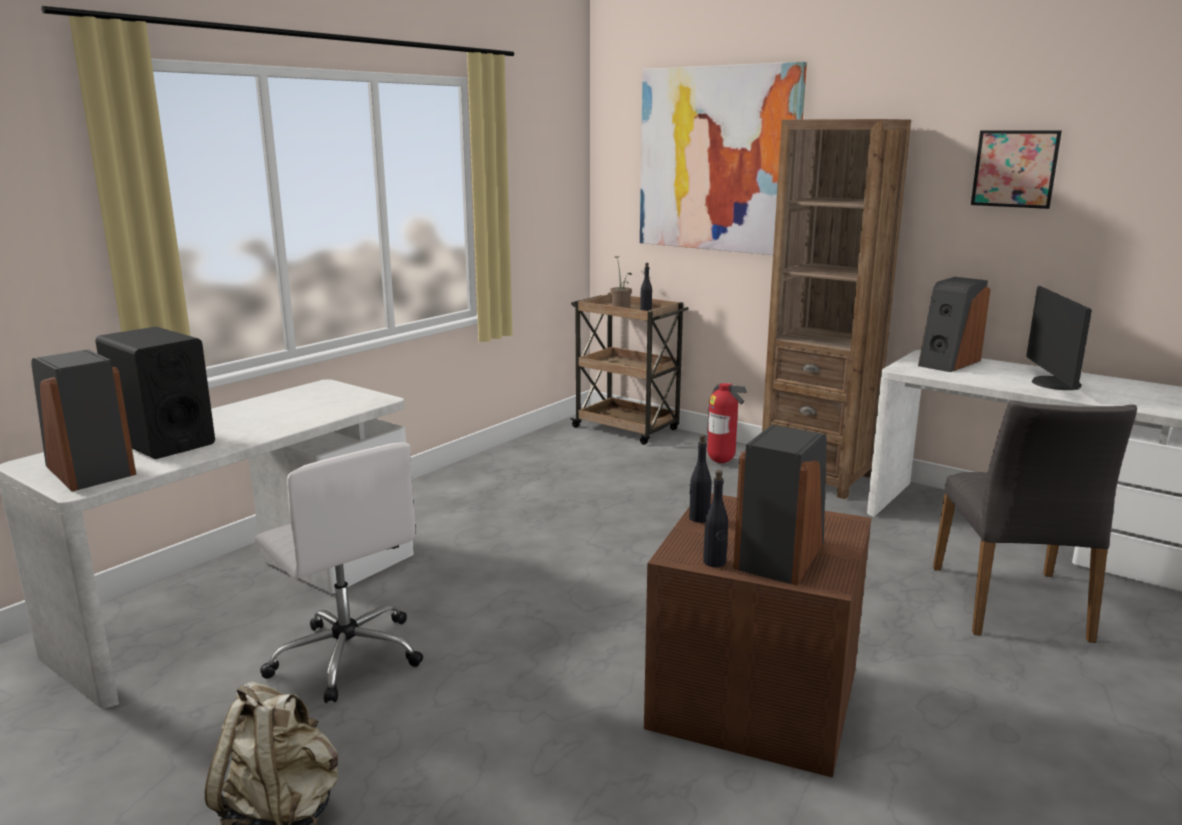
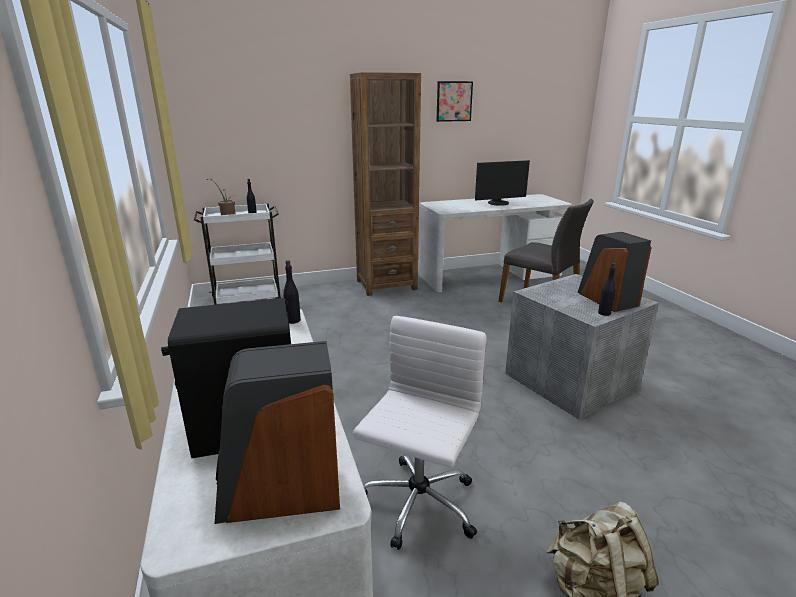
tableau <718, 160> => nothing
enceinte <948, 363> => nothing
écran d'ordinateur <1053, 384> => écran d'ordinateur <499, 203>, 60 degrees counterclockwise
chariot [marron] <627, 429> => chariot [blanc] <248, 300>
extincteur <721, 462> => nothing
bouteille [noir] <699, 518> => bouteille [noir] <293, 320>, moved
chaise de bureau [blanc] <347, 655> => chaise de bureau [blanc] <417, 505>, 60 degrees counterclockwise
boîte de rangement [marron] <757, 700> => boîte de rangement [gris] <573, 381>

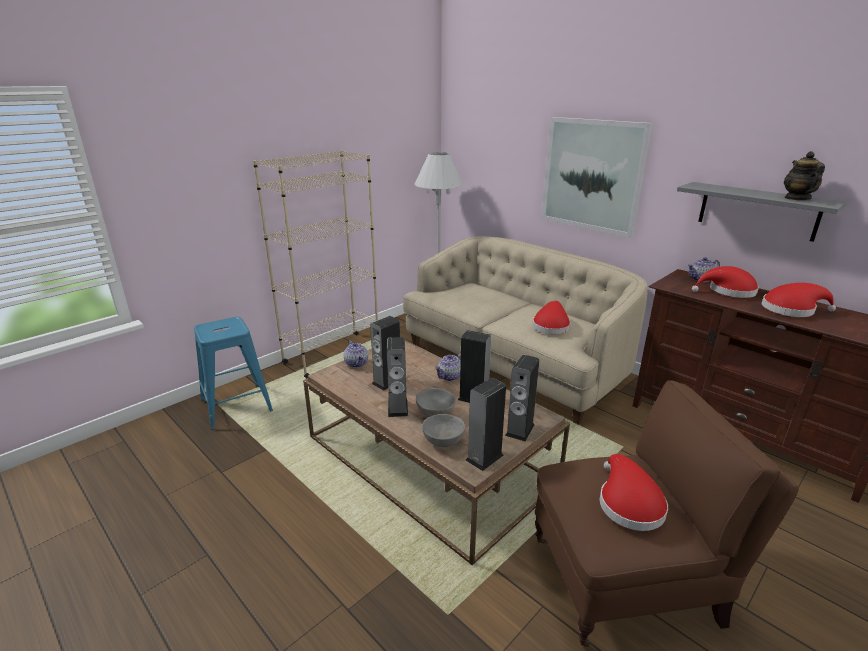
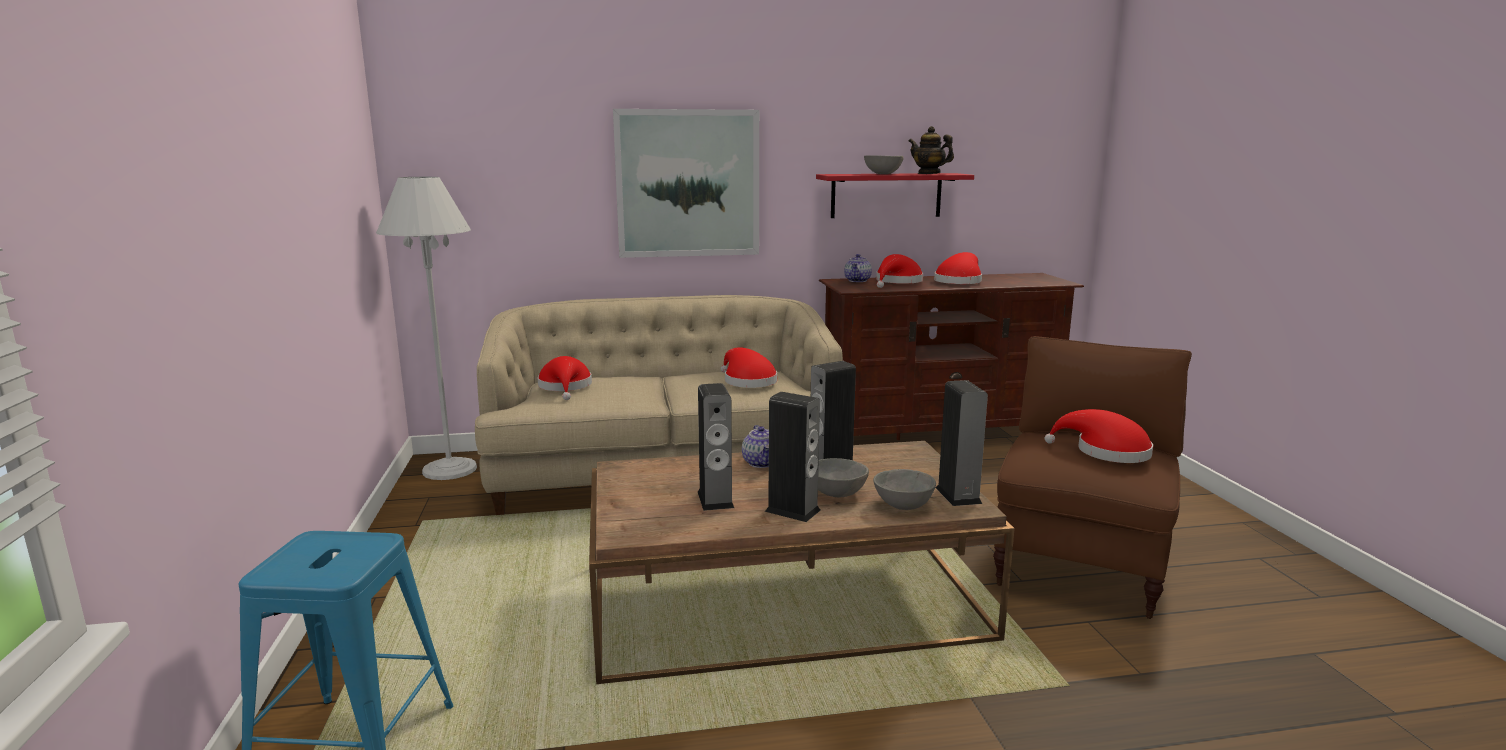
bibliothèque [beige] <332, 355> => nothing
étagère [gris] <757, 211> => étagère [rouge] <886, 195>
théière <357, 363> => nothing
enceinte <520, 430> => nothing
nothing => bol [gris] <882, 174>
nothing => chapeau [rouge] <565, 387>

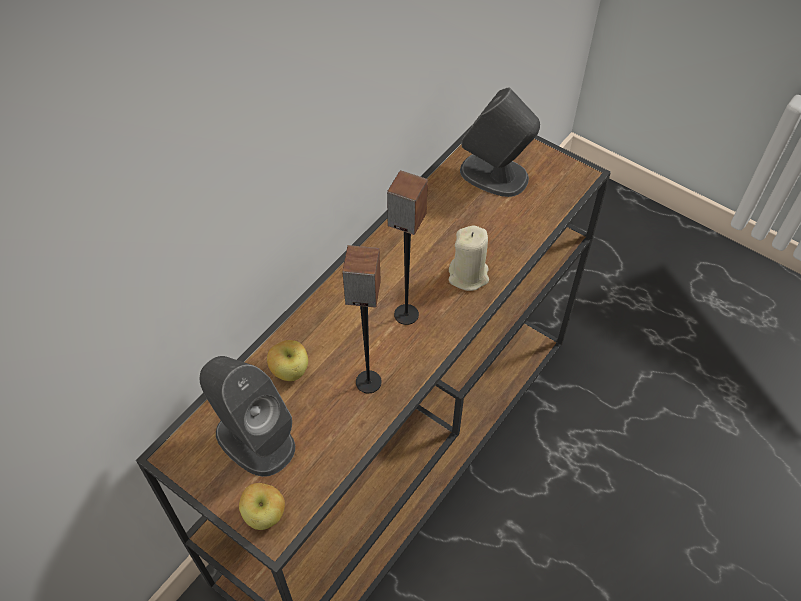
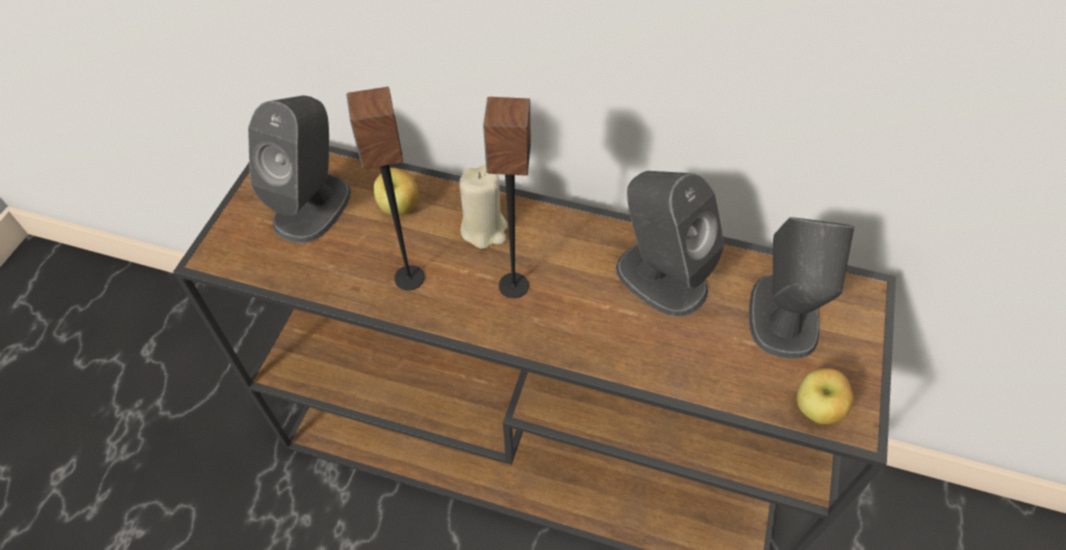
bougie [beige] <468, 275> => bougie [beige] <484, 229>, moved
pomme <265, 515> => pomme <816, 409>, moved
nothing => enceinte [gris] <660, 278>

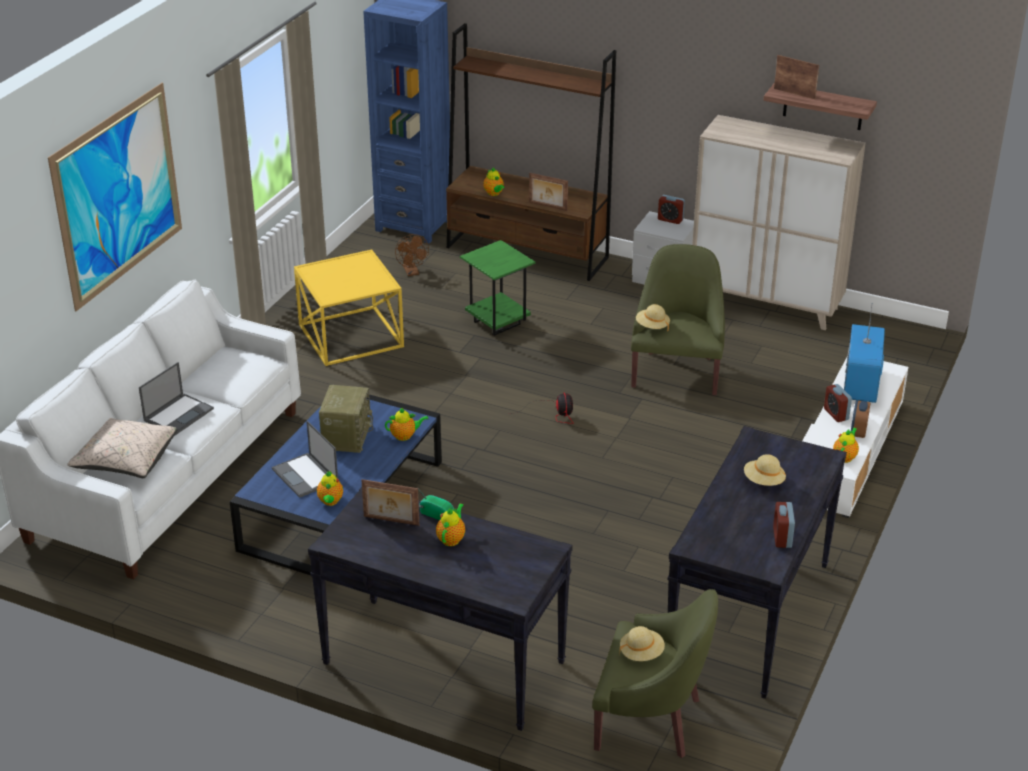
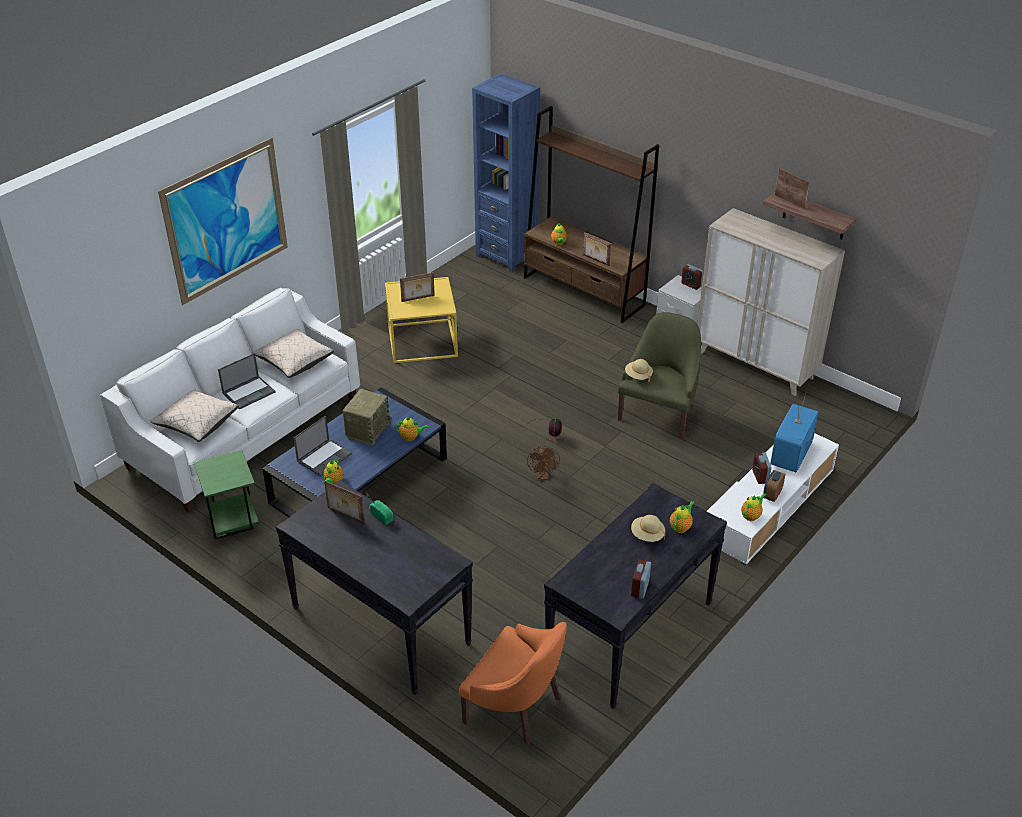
ventilateur [marron] <412, 272> => ventilateur [marron] <543, 476>, moved
table d'appoint [vert] <496, 324> => table d'appoint [vert] <233, 524>, moved
ordinateur portable <305, 475> => ordinateur portable <324, 457>, 120 degrees counterclockwise
théière <451, 539> => théière <681, 527>, moved
fauteuil [vert] <650, 719> => fauteuil [orange] <516, 707>
chapeau [beige] <641, 653> => nothing
nothing => cadre photo <418, 299>
nothing => coussin [beige] <294, 361>

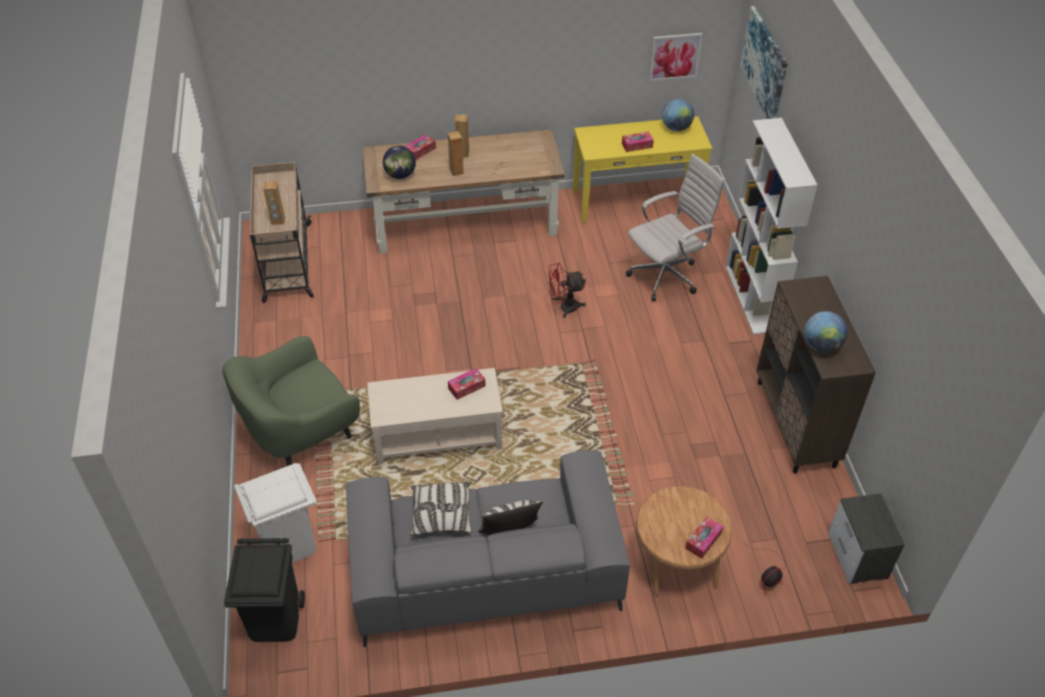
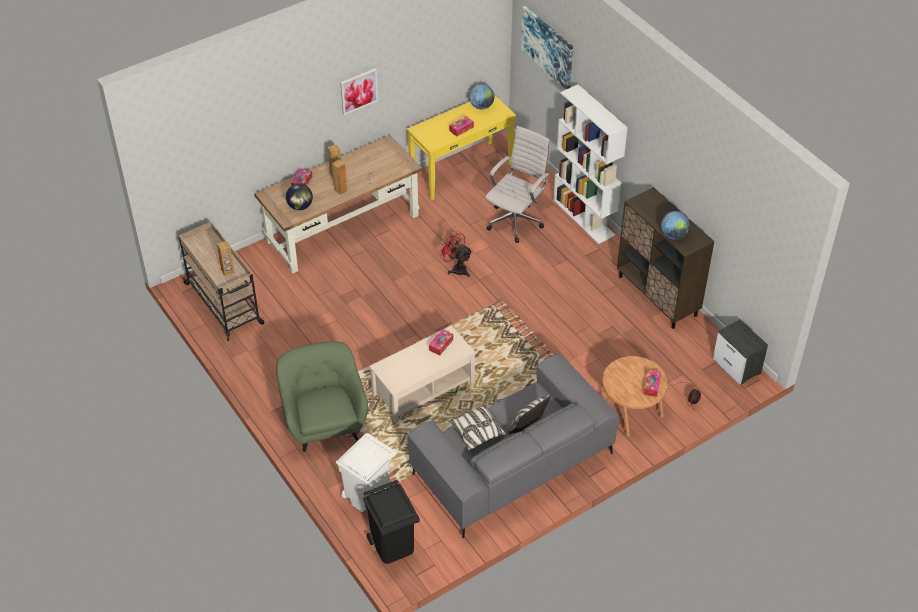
tableau <675, 56> => tableau <359, 91>, moved
ventilateur [rouge] <564, 307> => ventilateur [rouge] <456, 268>, 75 degrees clockwise
fauteuil [vert] <300, 432> => fauteuil [vert] <324, 422>, 135 degrees clockwise

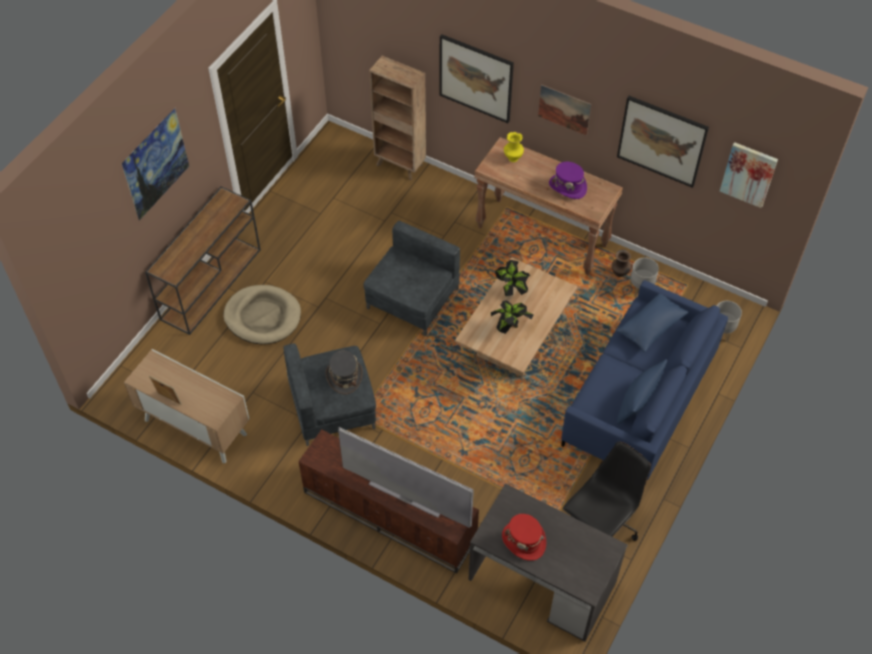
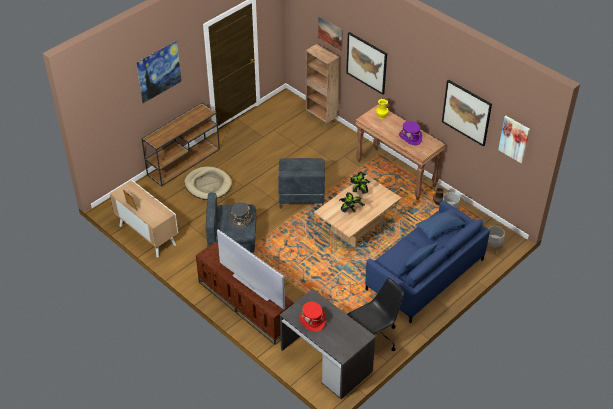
tableau <564, 109> => tableau <330, 33>, moved
fauteuil [gris] <411, 299> => fauteuil [gris] <301, 193>, 135 degrees clockwise

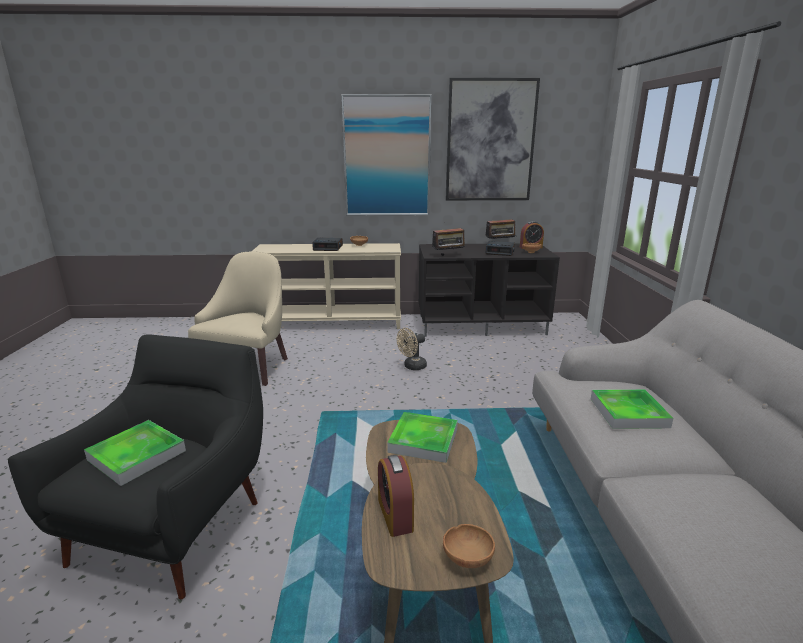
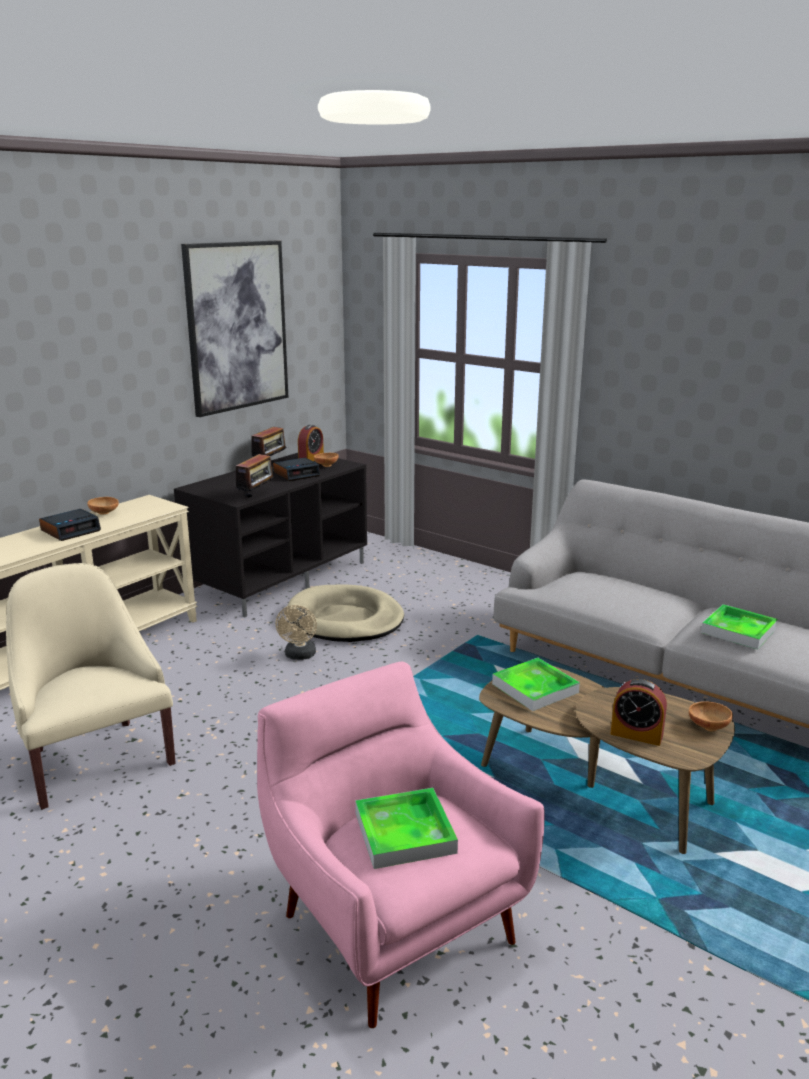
tableau <387, 157> => nothing
fauteuil [noir] <175, 526> => fauteuil [rose] <392, 921>
plateau <628, 412> => plateau <738, 630>, moved
nothing => panier pour chien [beige] <345, 619>

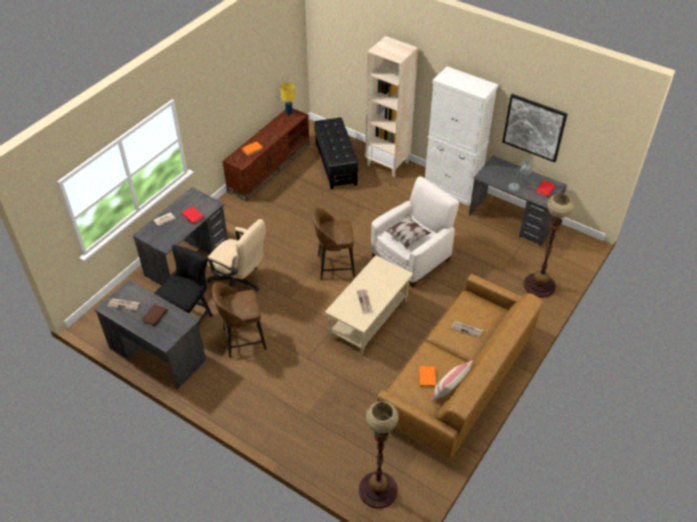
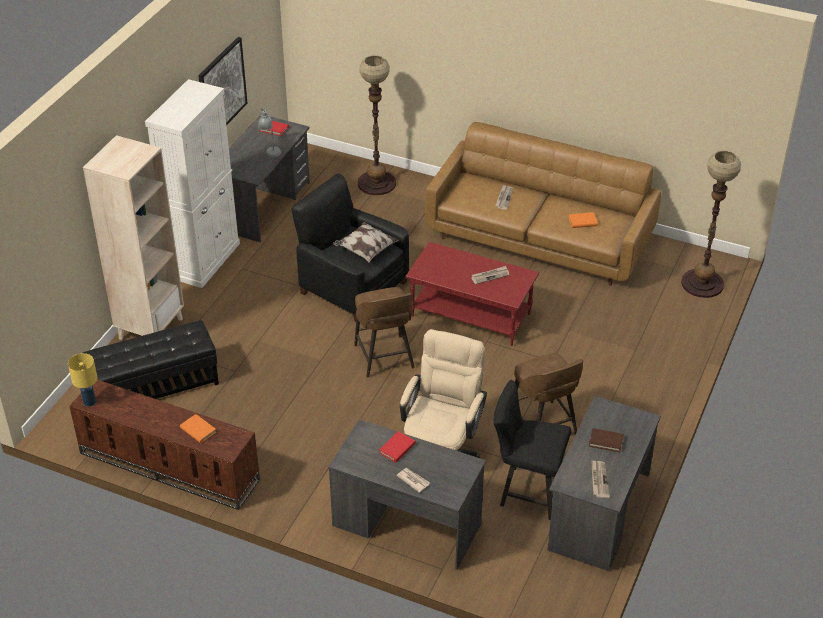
fauteuil [blanc] <412, 258> => fauteuil [noir] <352, 287>
table basse [beige] <369, 319> => table basse [rouge] <471, 314>
coussin [beige] <449, 392> => nothing

